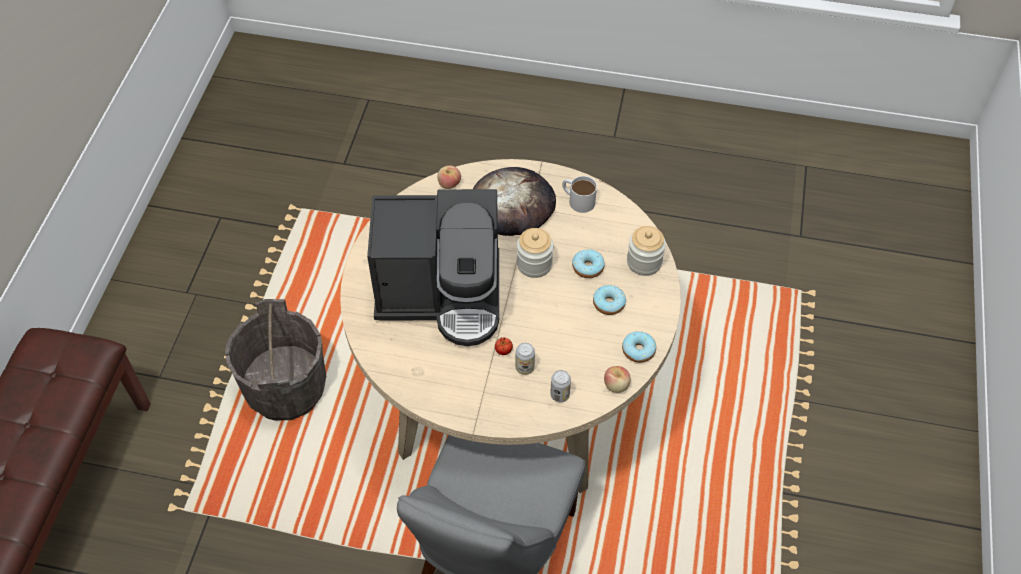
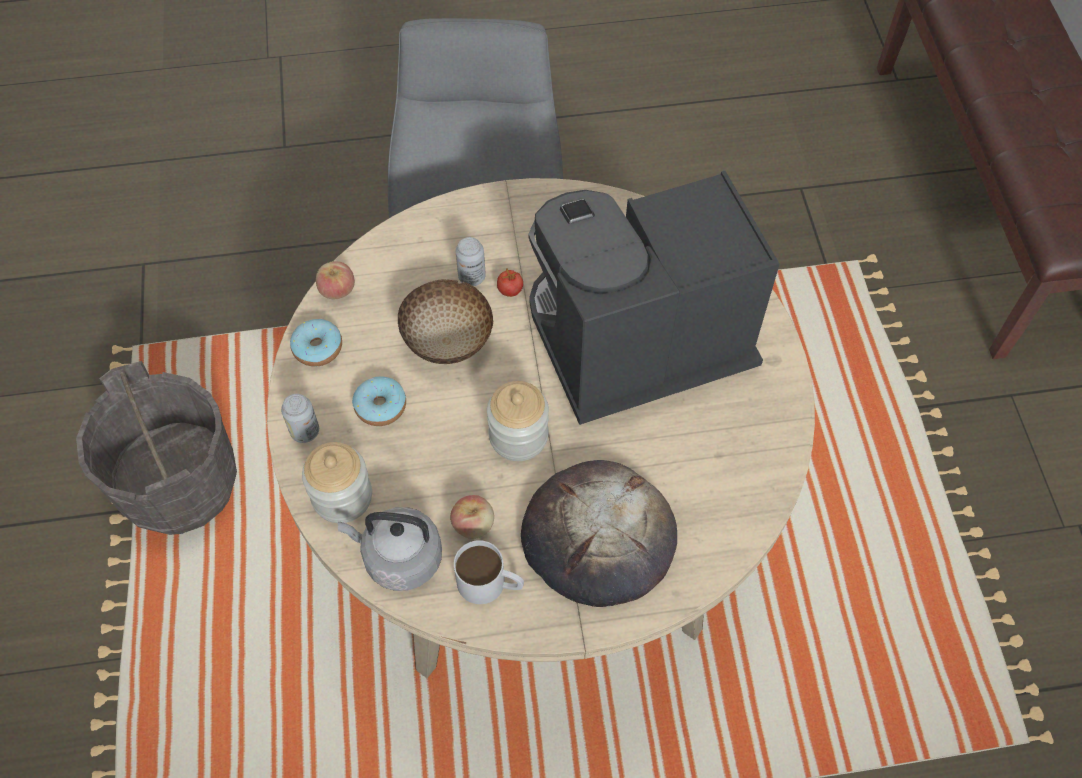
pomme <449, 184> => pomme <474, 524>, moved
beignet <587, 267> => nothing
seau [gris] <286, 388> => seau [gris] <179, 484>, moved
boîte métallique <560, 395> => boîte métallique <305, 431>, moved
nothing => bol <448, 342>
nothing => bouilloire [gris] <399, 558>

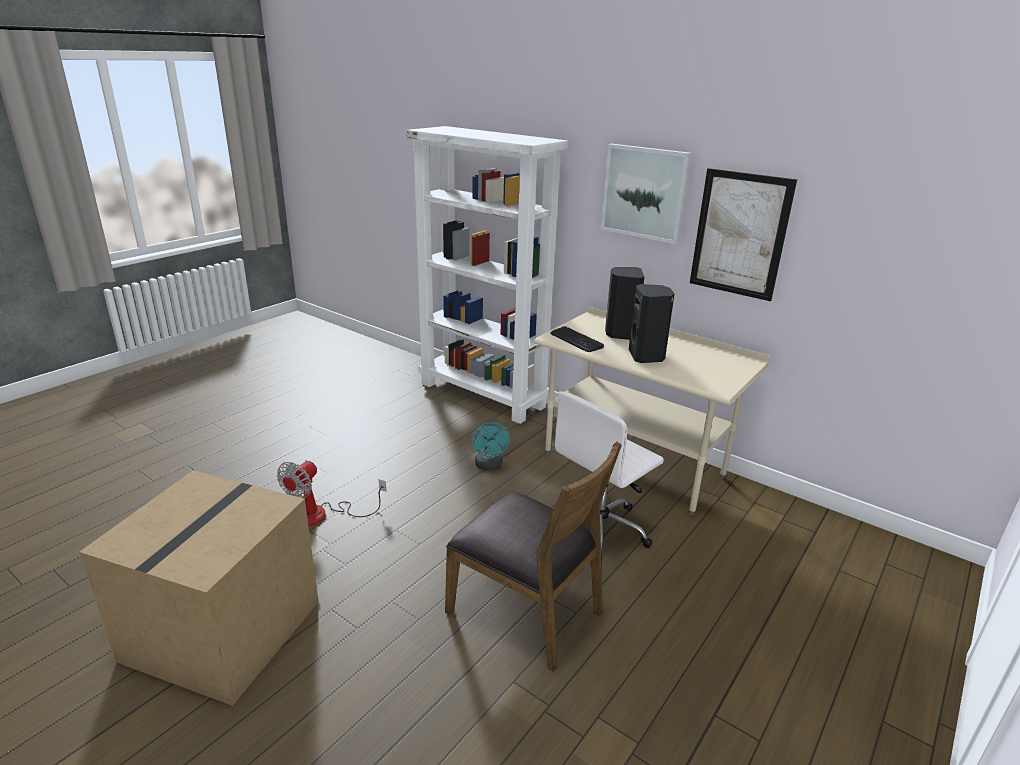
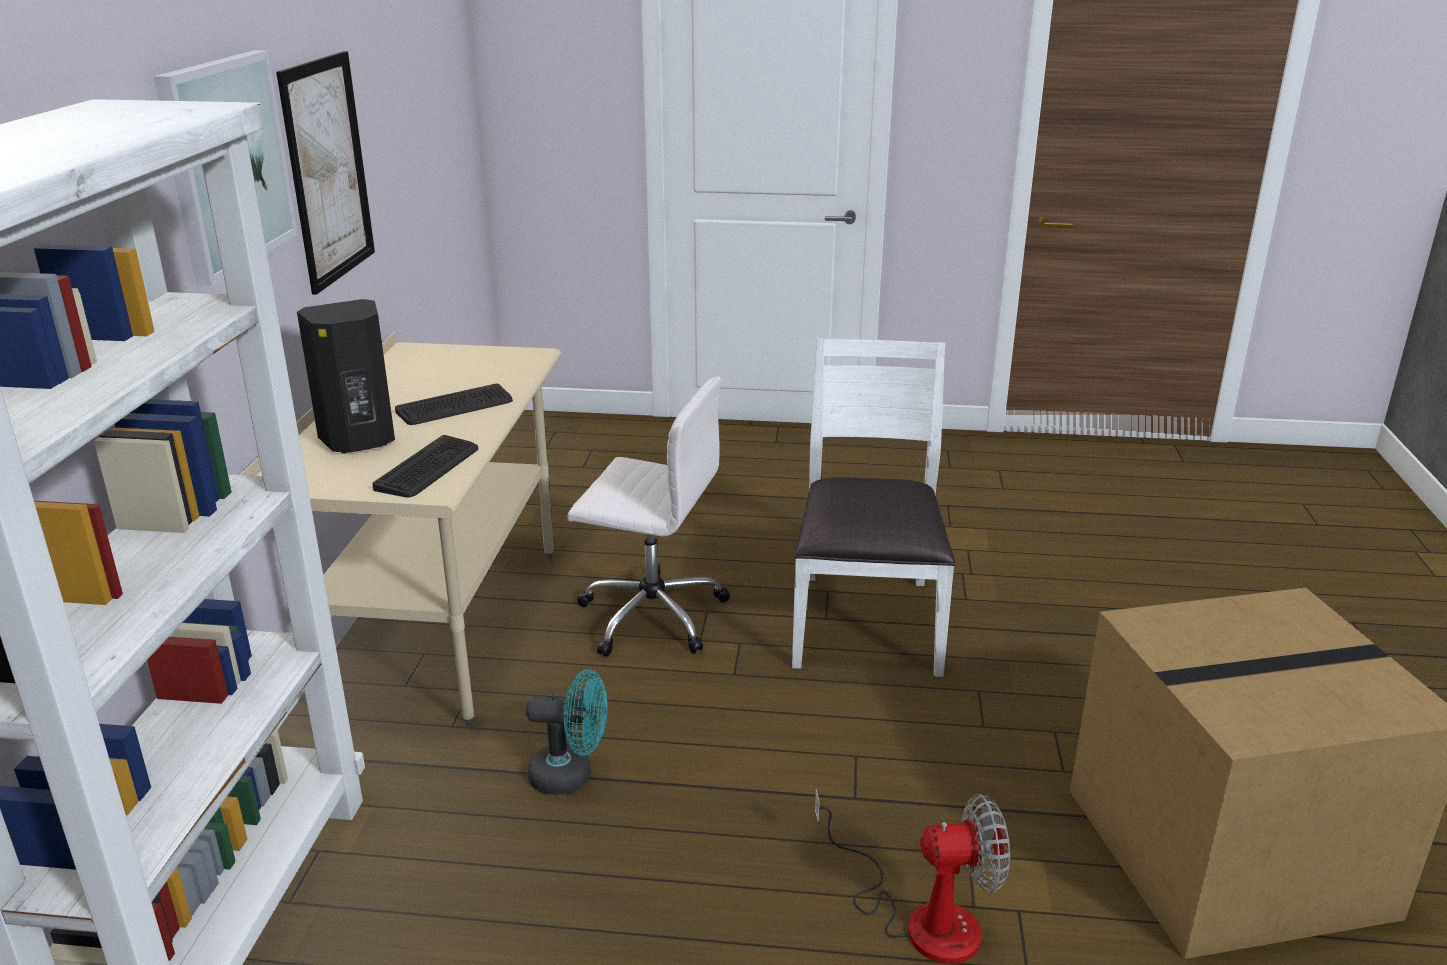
enceinte [noir] <647, 356> => clavier <455, 406>
ventilateur [turquoise] <489, 466> => ventilateur [turquoise] <571, 775>, 45 degrees clockwise
chaise [marron] <527, 610> => chaise [blanc] <866, 621>

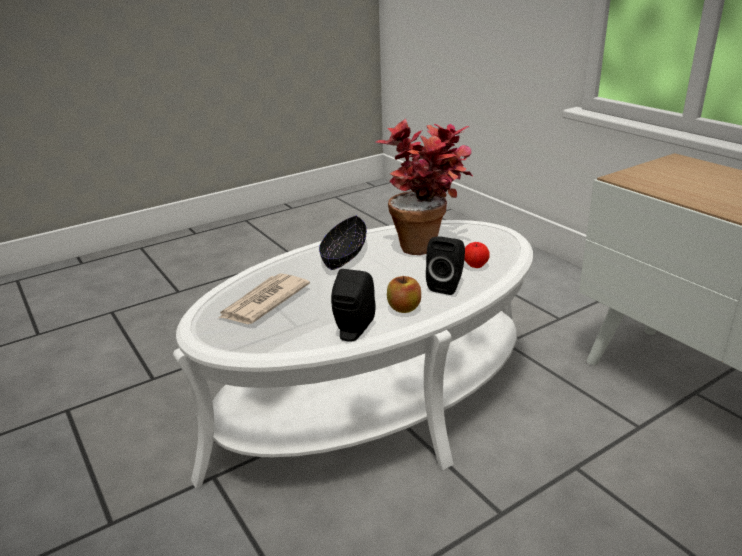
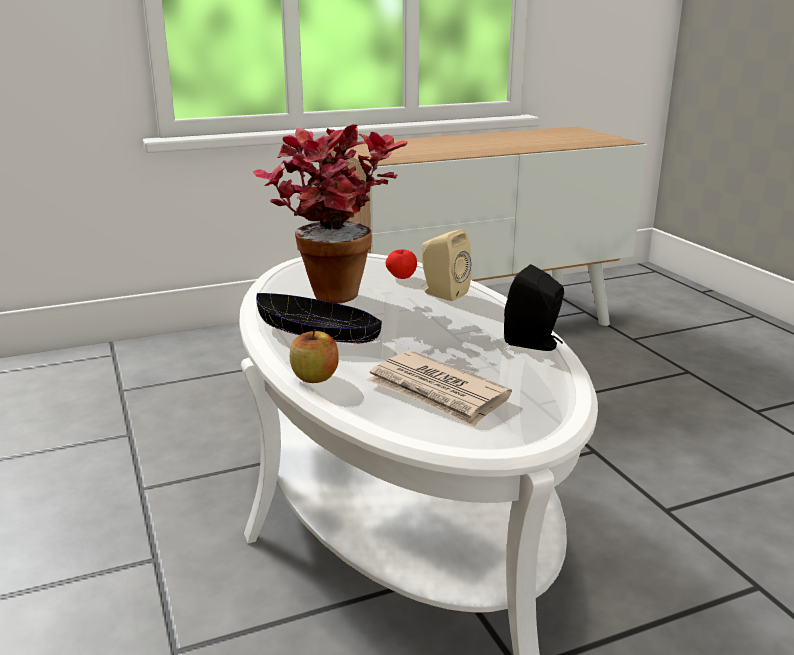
enceinte [noir] <447, 285> => enceinte [beige] <442, 293>
pomme <404, 308> => pomme <315, 377>, moved

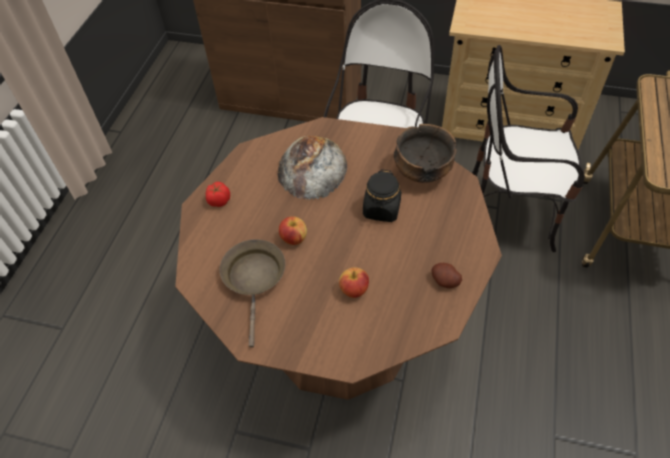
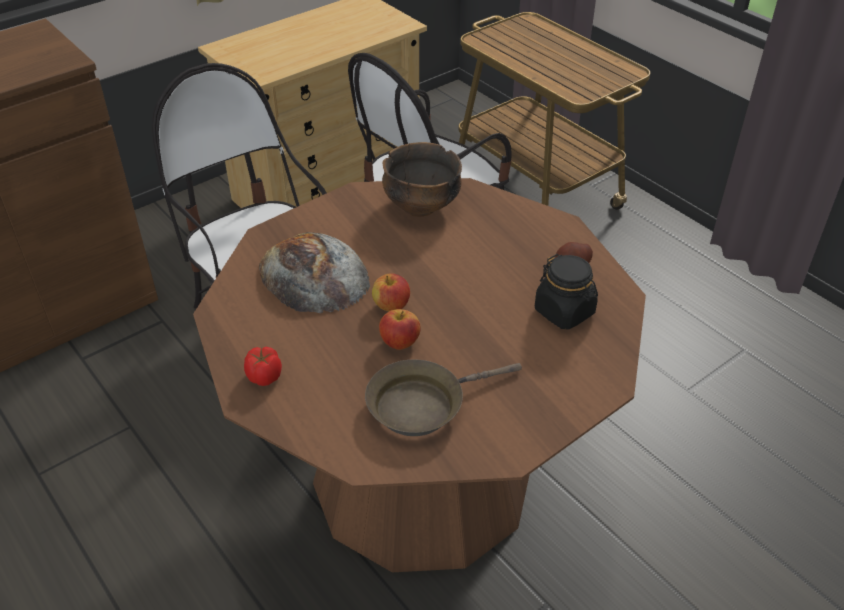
bocal [noir] <381, 209> => bocal [noir] <564, 312>, moved
poêle [marron] <255, 279> => poêle [marron] <422, 404>, 60 degrees counterclockwise
pomme <354, 290> => pomme <391, 306>, moved

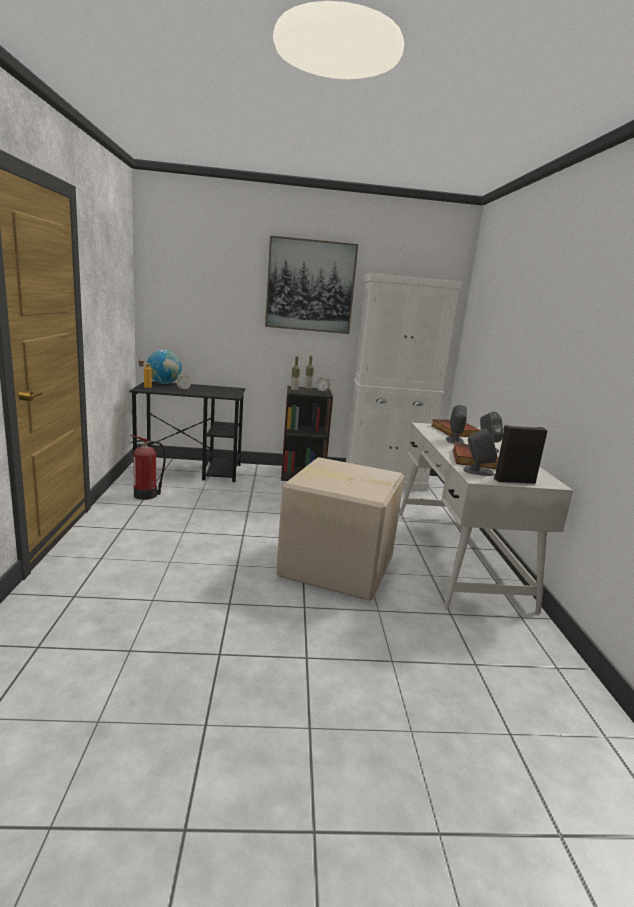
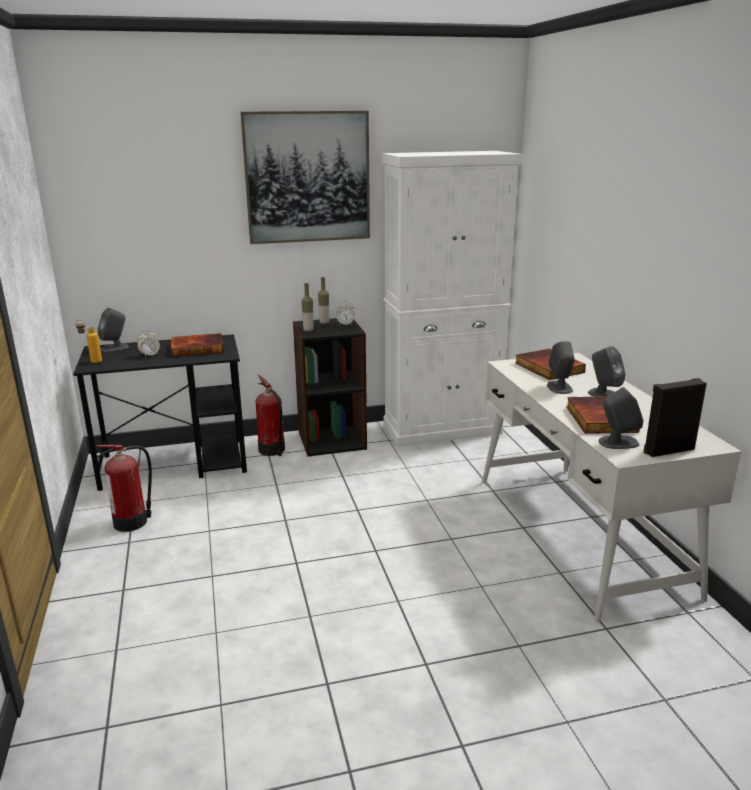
globe <164, 383> => enceinte [gris] <115, 348>
carton <336, 565> => nothing
nothing => livre <198, 348>
nothing => extincteur <272, 450>

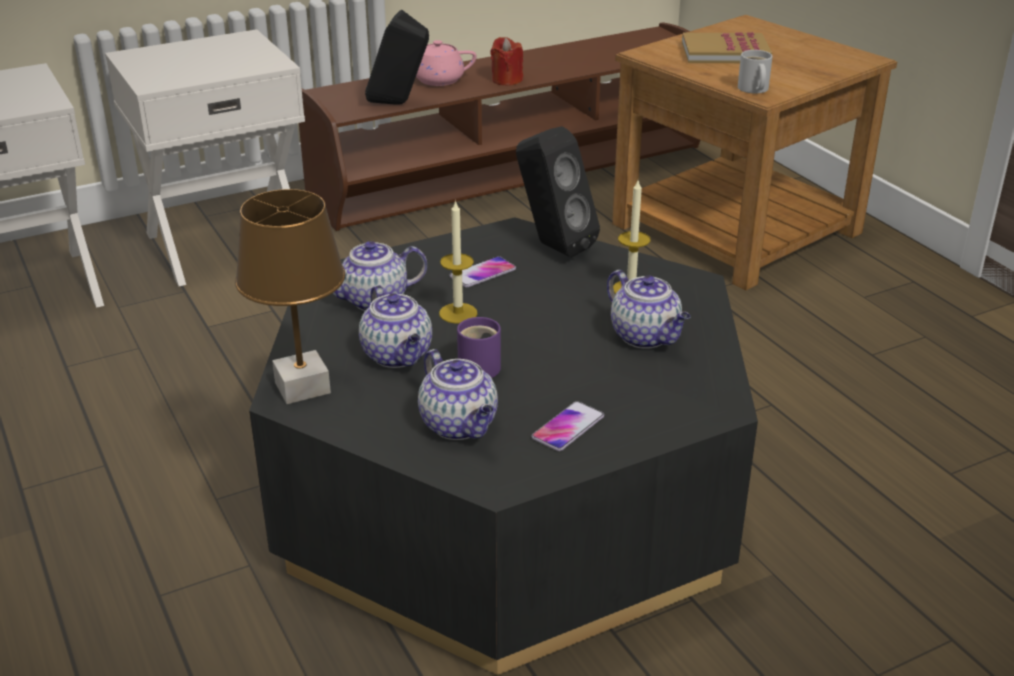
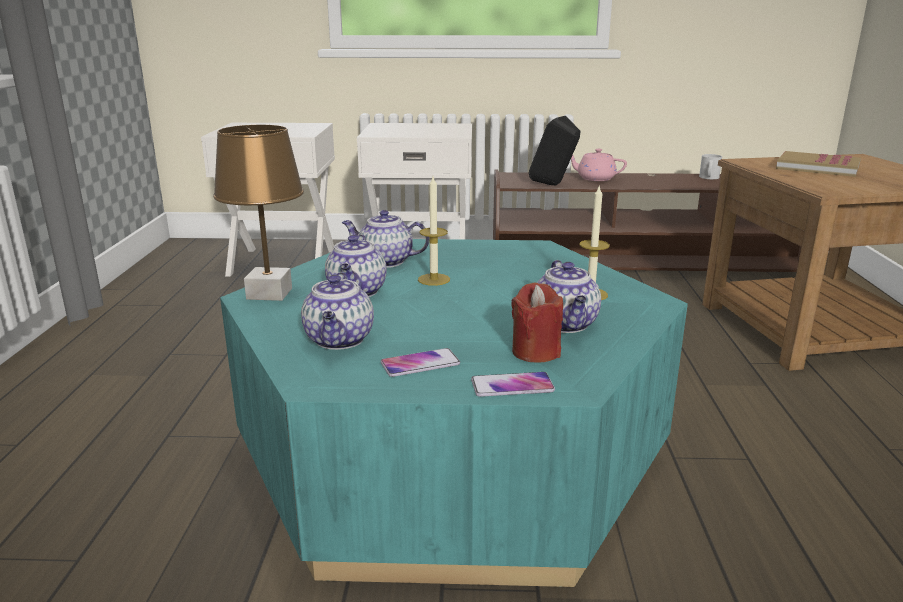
bougie [rouge] <506, 80> => bougie [rouge] <536, 352>, moved
mug [blanc] <752, 89> => mug [blanc] <708, 177>, moved
enceinte [noir] <552, 246> => nothing
table basse [noir] <507, 500> => table basse [turquoise] <451, 456>
téléphone <483, 273> => téléphone <512, 386>, moved
mug [violet] <481, 366> => nothing

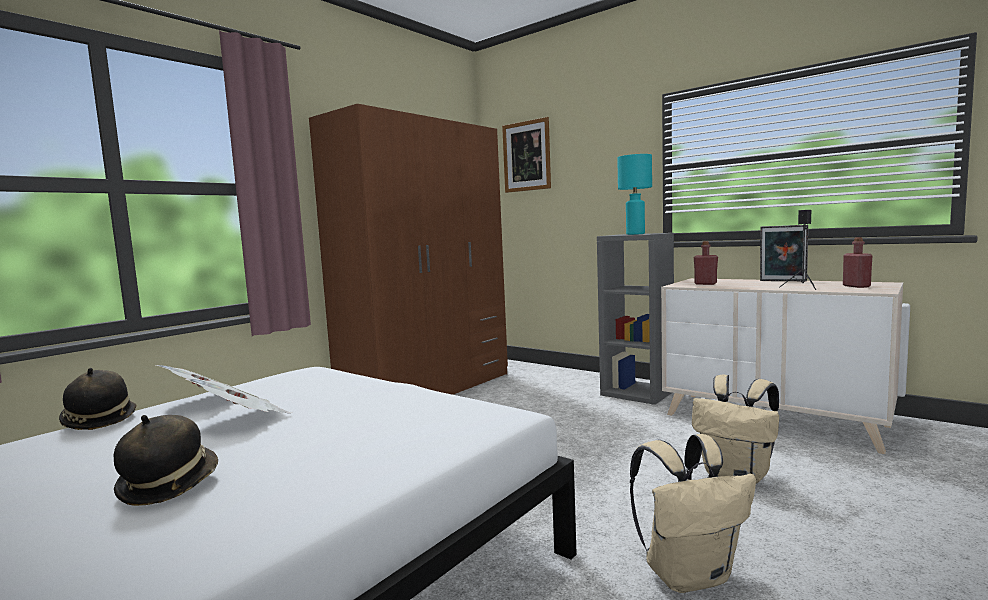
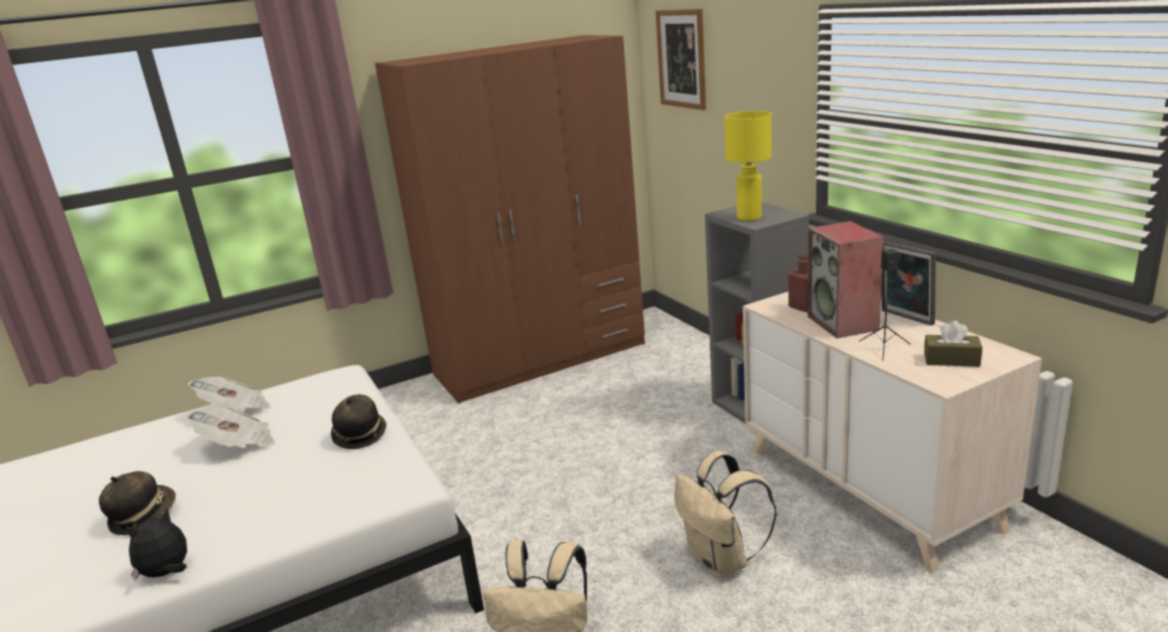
lampe de table [turquoise] <635, 234> => lampe de table [jaune] <749, 217>
bouteille [rouge] <856, 286> => boîte à mouchoirs [marron] <951, 360>
chapeau <100, 420> => chapeau <360, 435>, moved
nothing => enceinte <843, 323>
nothing => peluche <167, 573>

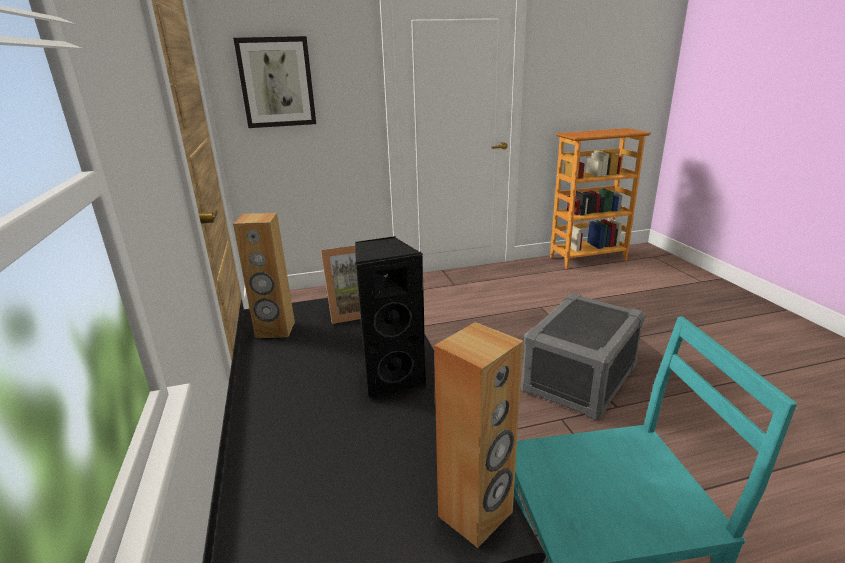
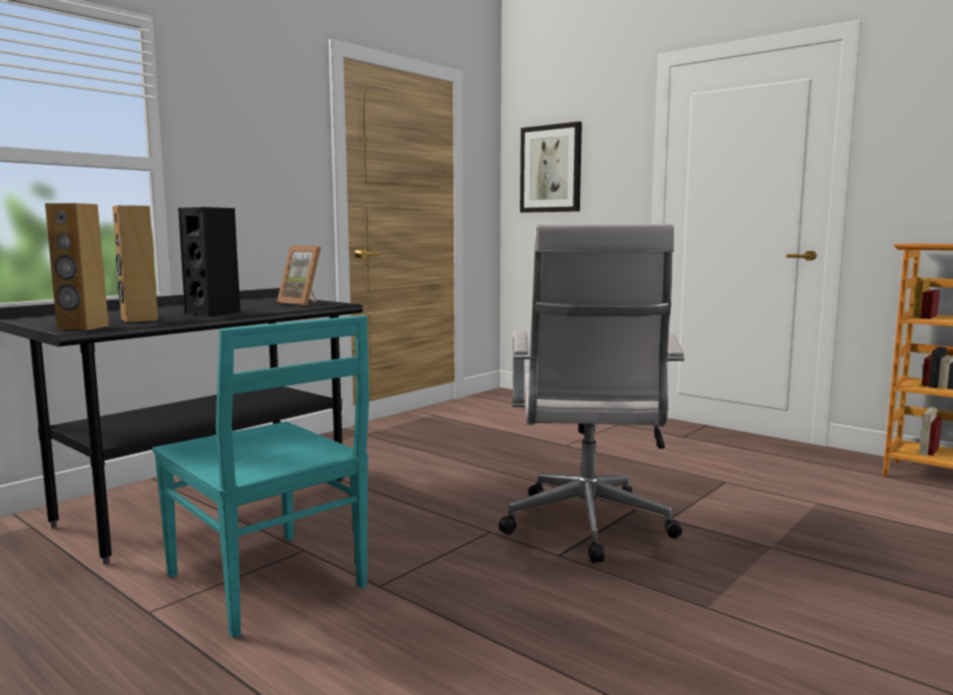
enceinte [marron] <275, 330> => enceinte [marron] <138, 319>, moved
boîte de rangement [gris] <580, 379> => chaise de bureau [blanc] <587, 528>

